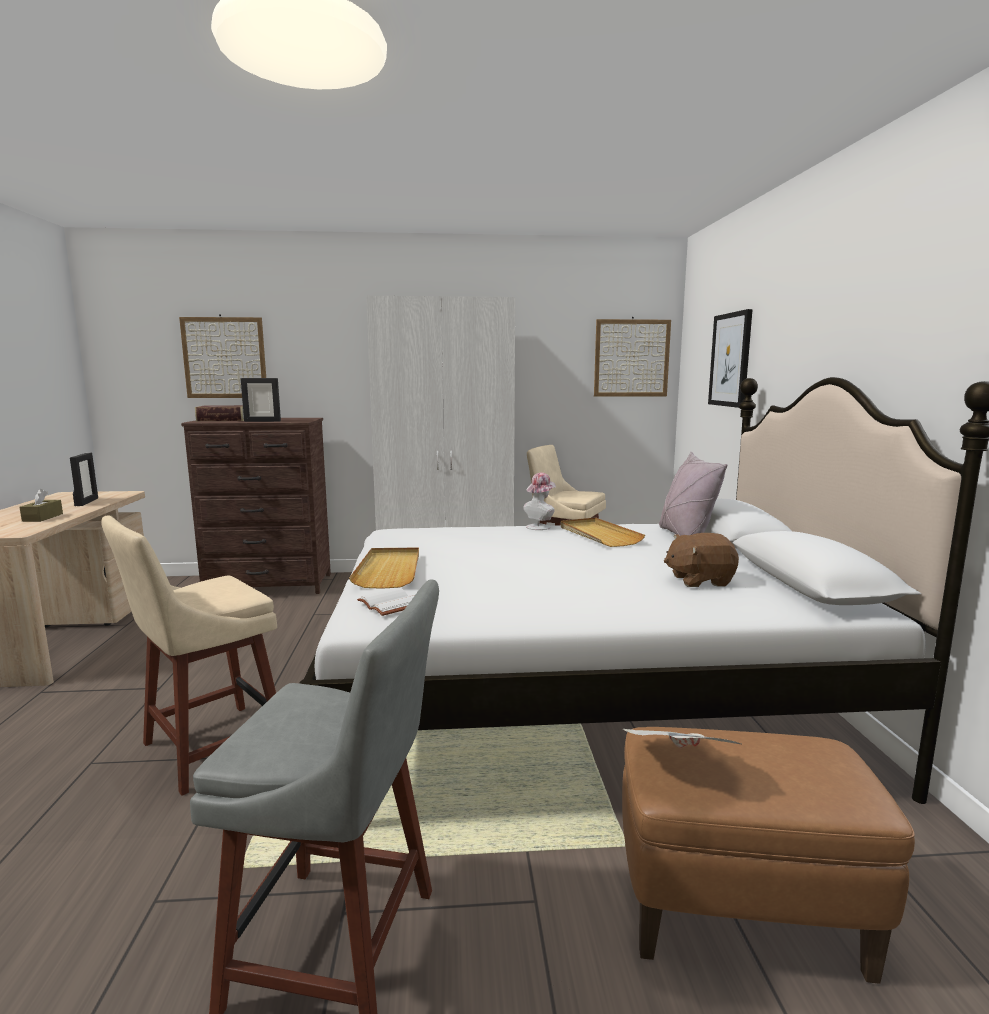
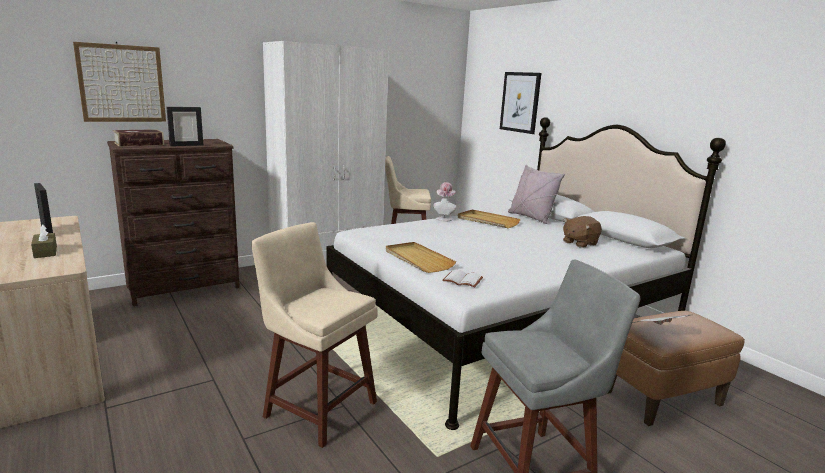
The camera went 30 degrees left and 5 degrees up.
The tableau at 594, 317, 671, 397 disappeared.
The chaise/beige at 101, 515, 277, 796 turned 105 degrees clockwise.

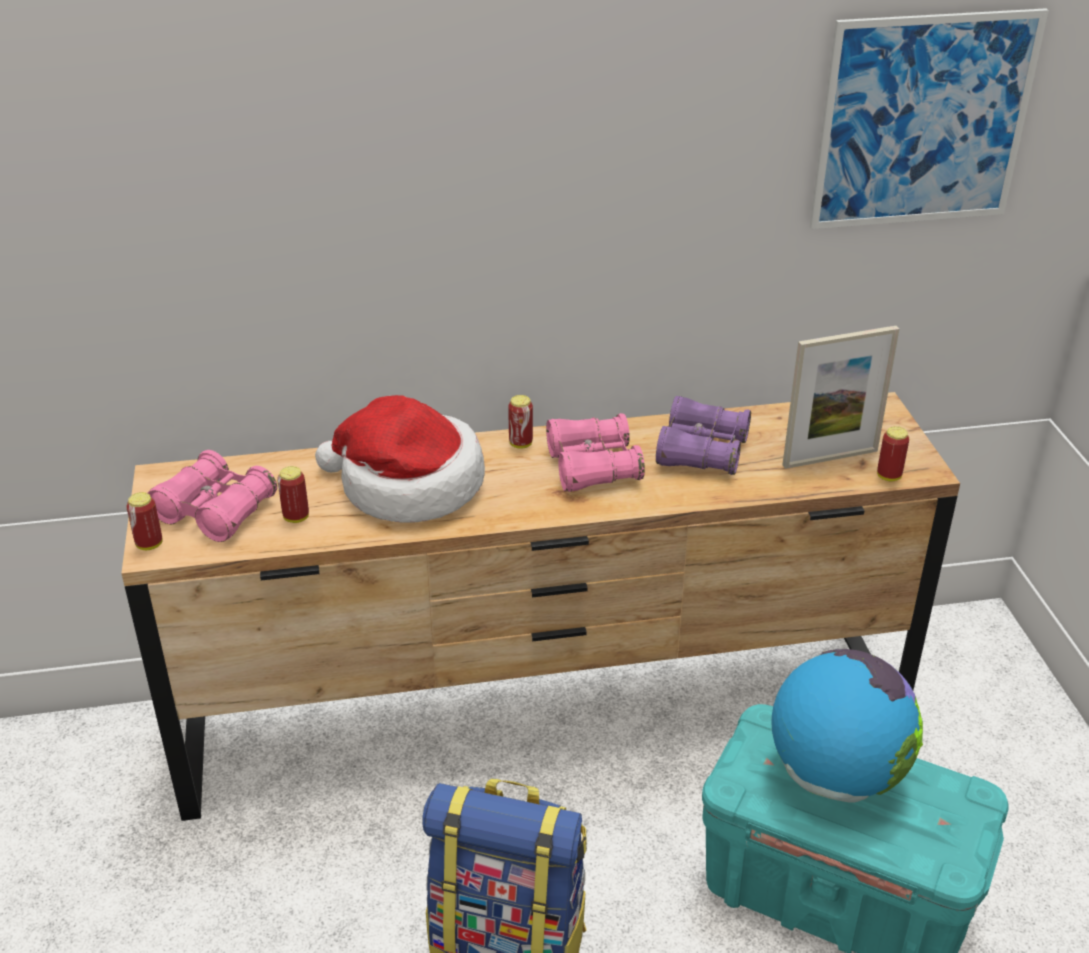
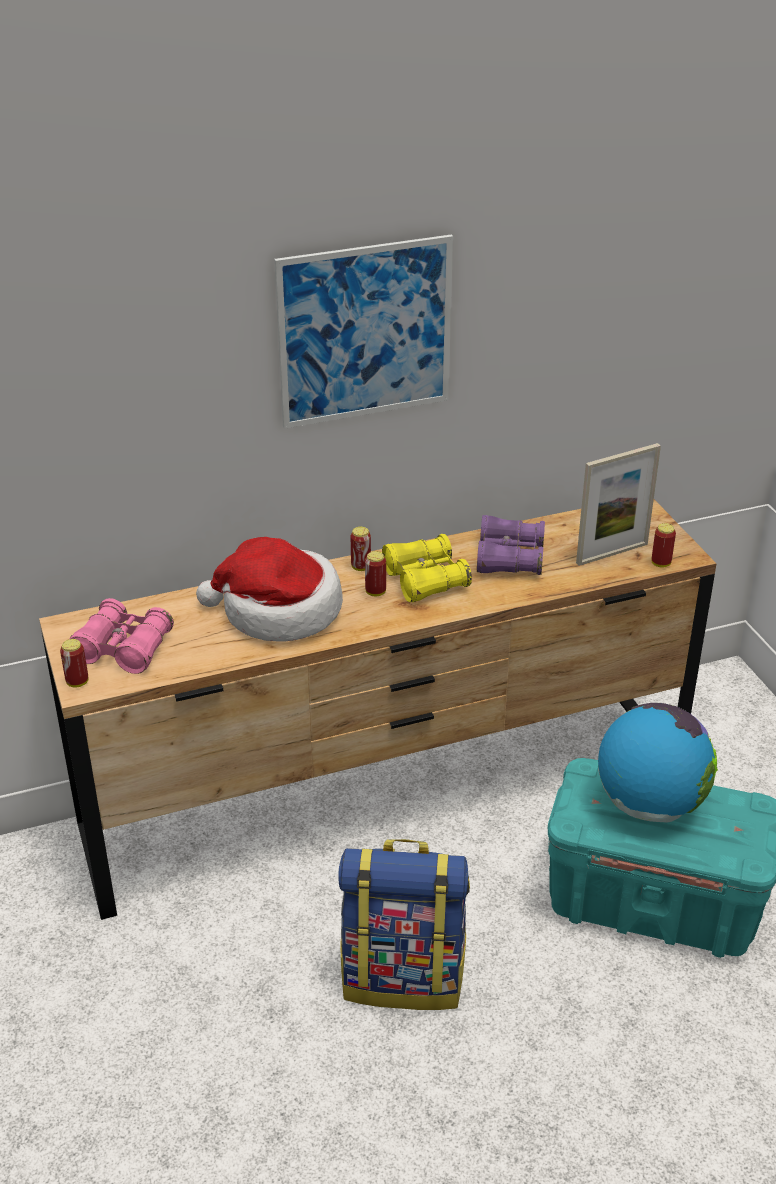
The camera went 10 degrees left and 0 degrees up.
The tableau moved from 810, 8, 1049, 229 to 274, 235, 453, 429.
The jumelles/rose at 546, 413, 645, 492 became the jumelles/jaune at 382, 534, 472, 602.
The boîte métallique moved from 277, 466, 309, 523 to 365, 551, 386, 596.

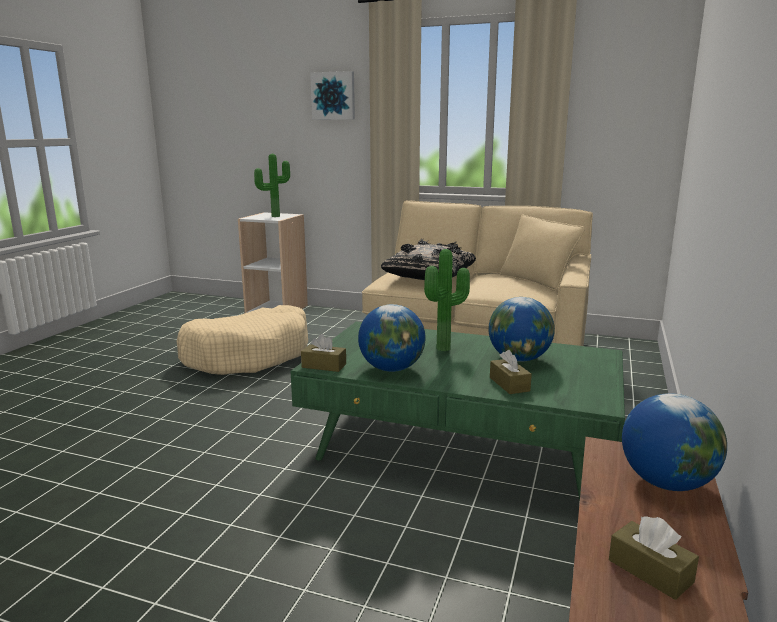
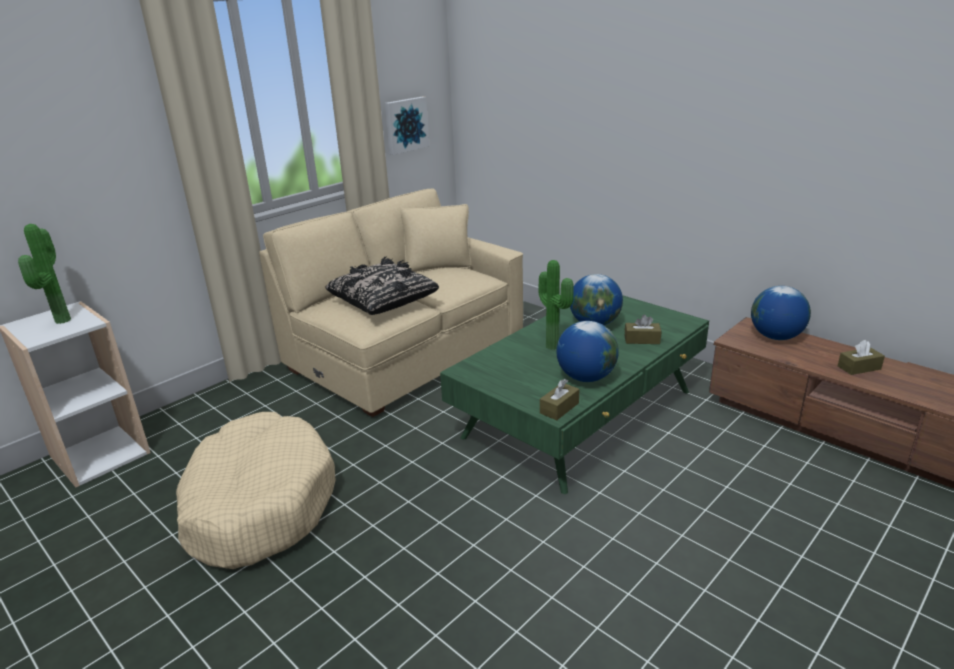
The camera went 65 degrees left and 10 degrees up.
The tableau moved from 310, 71, 355, 120 to 385, 97, 429, 155.

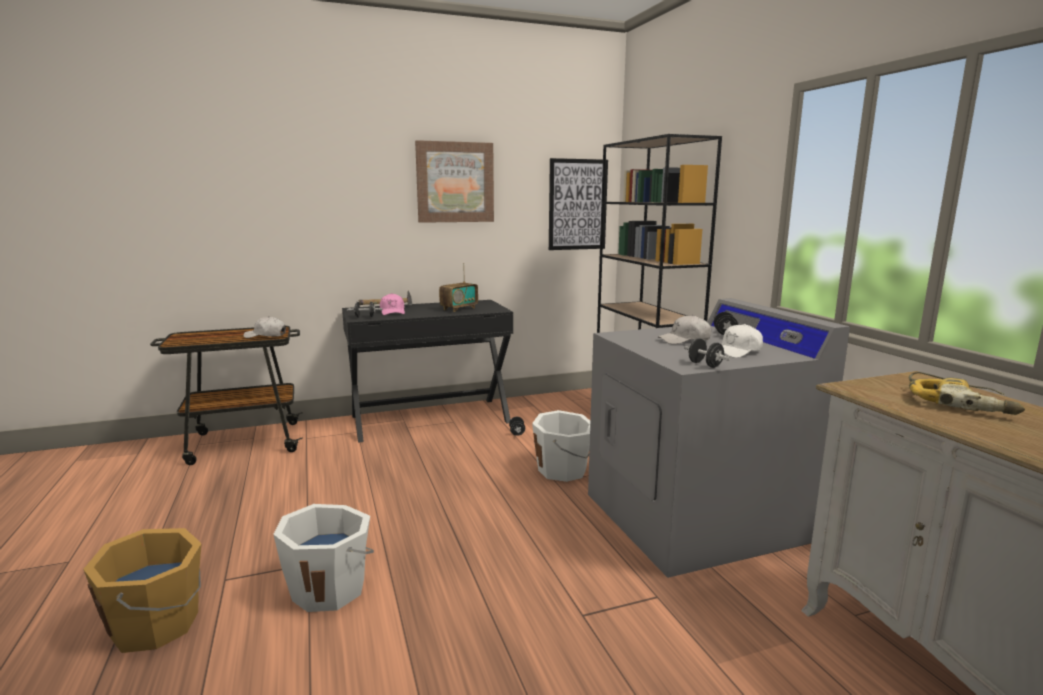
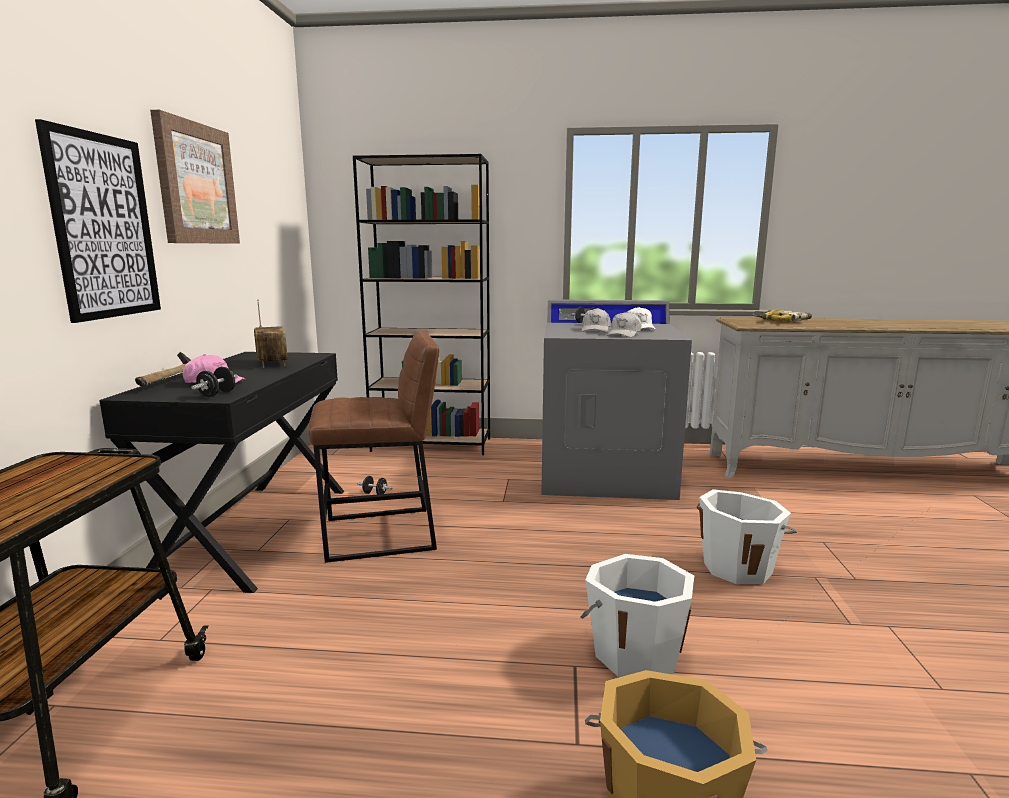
The camera went 65 degrees left and 0 degrees up.
The tableau moved from 549, 158, 608, 250 to 35, 119, 161, 323.
The casquette/blanc moved from 243, 316, 286, 338 to 607, 312, 641, 337.
The haltère/noir at 684, 339, 731, 368 disappeared.
The seau/blanc moved from 532, 410, 590, 482 to 697, 489, 797, 584.
The chaise/marron at 309, 331, 439, 563 appeared.

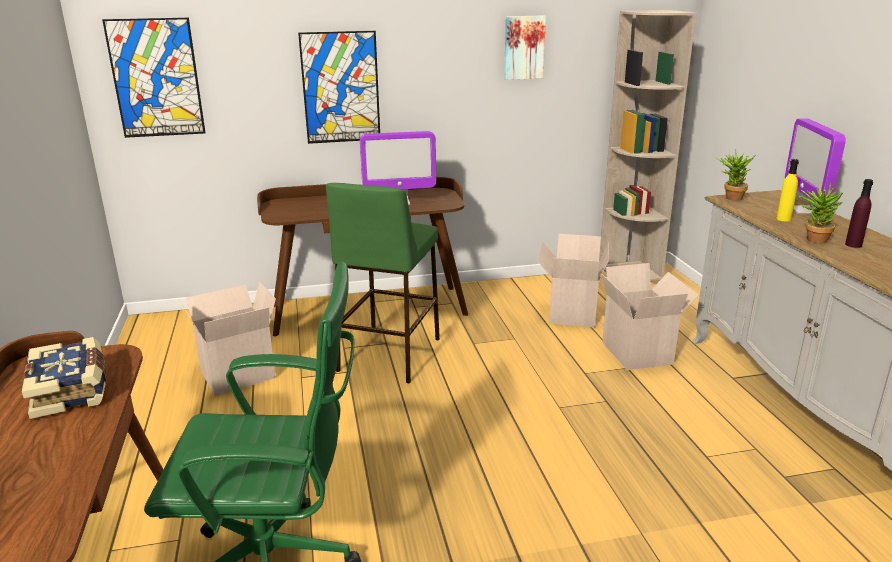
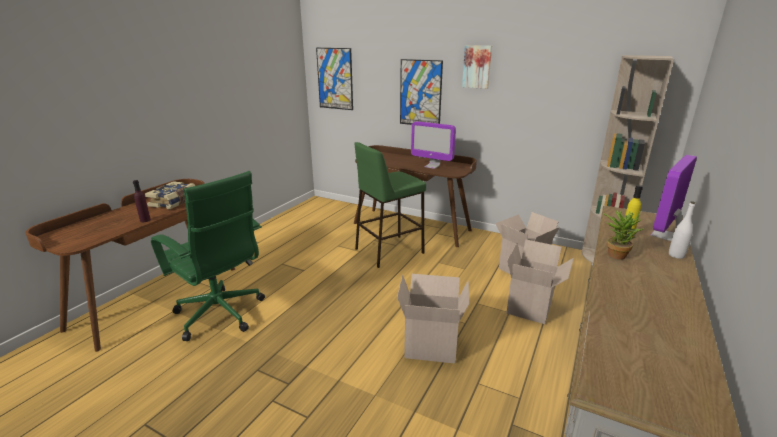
The camera went 40 degrees right and 0 degrees up.
The tableau moved from 504, 15, 546, 80 to 462, 45, 492, 89.
The plante en pot at 716, 149, 755, 201 disappeared.
The bouteille/violet moved from 845, 179, 873, 248 to 133, 180, 151, 222.
The carton moved from 178, 281, 276, 396 to 397, 274, 469, 364.
The bouteille/blanc at 669, 201, 695, 259 appeared.

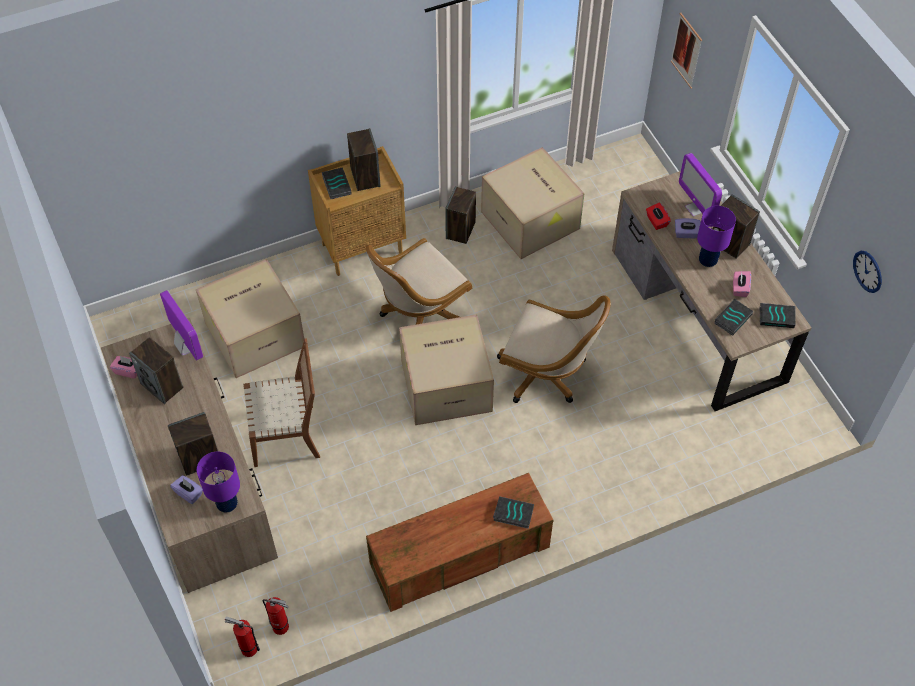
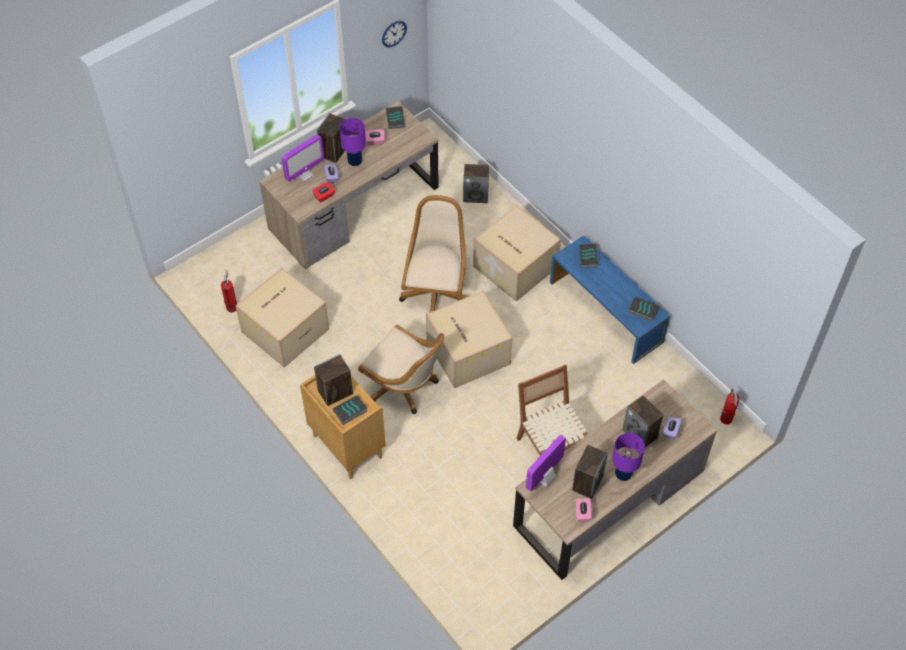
The camera went 105 degrees left and 0 degrees up.
The tableau at 671, 13, 702, 89 disappeared.
The enceinte moved from 445, 186, 476, 244 to 463, 164, 489, 203.
The carton moved from 196, 259, 304, 378 to 473, 205, 561, 301.
The livre moved from 714, 299, 753, 336 to 628, 296, 659, 322.
The lampe de table/violet moved from 197, 452, 240, 513 to 612, 433, 645, 481.
The banc/marron at 366, 473, 554, 612 became the banc/bleu at 550, 235, 670, 364.
The extincteur moved from 263, 597, 289, 635 to 221, 270, 237, 313.

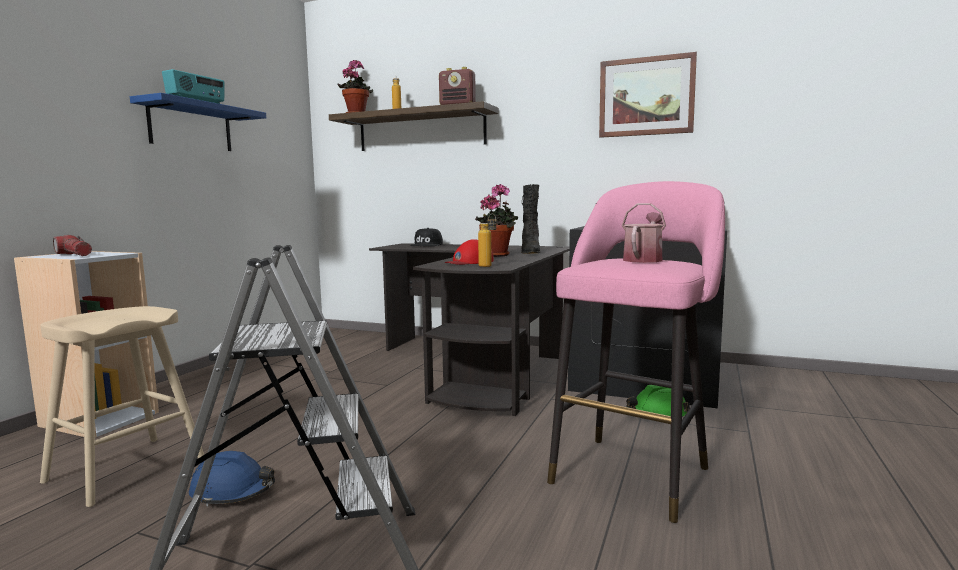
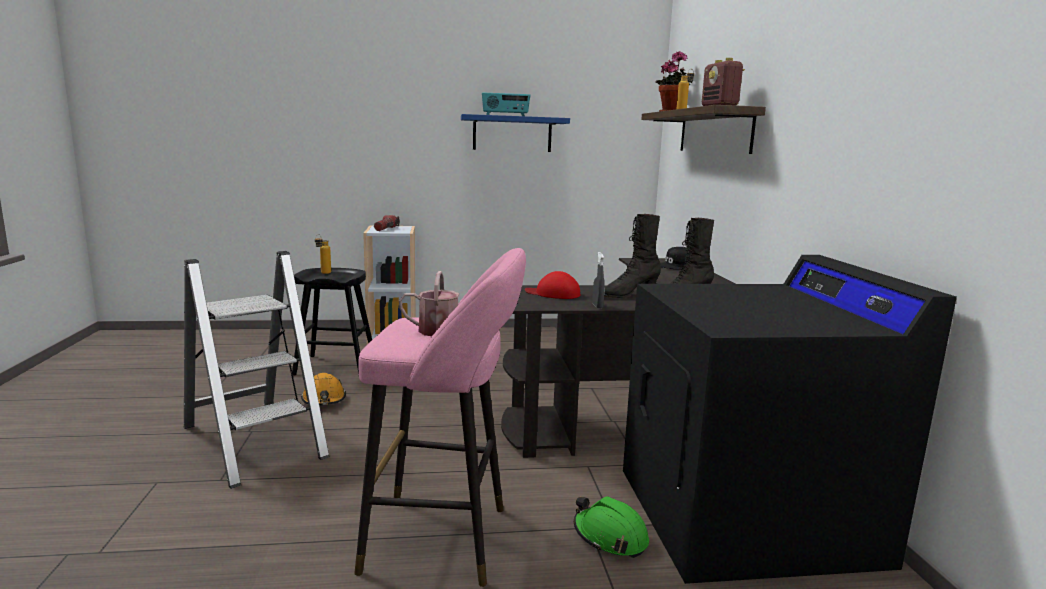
The camera went 60 degrees right and 5 degrees up.
The tableau at 599, 52, 697, 138 disappeared.
The plante en pot at 475, 184, 518, 257 was replaced by the botte/noir at 604, 214, 661, 298.
The bouteille moved from 478, 214, 497, 267 to 315, 234, 331, 274.
The tabouret/beige at 40, 306, 204, 507 became the tabouret/noir at 292, 268, 372, 376.
The casque de chantier/bleu at 189, 451, 275, 507 became the casque de chantier/orange at 301, 373, 346, 405.
The vaporisateur/gris at 592, 252, 605, 308 appeared.

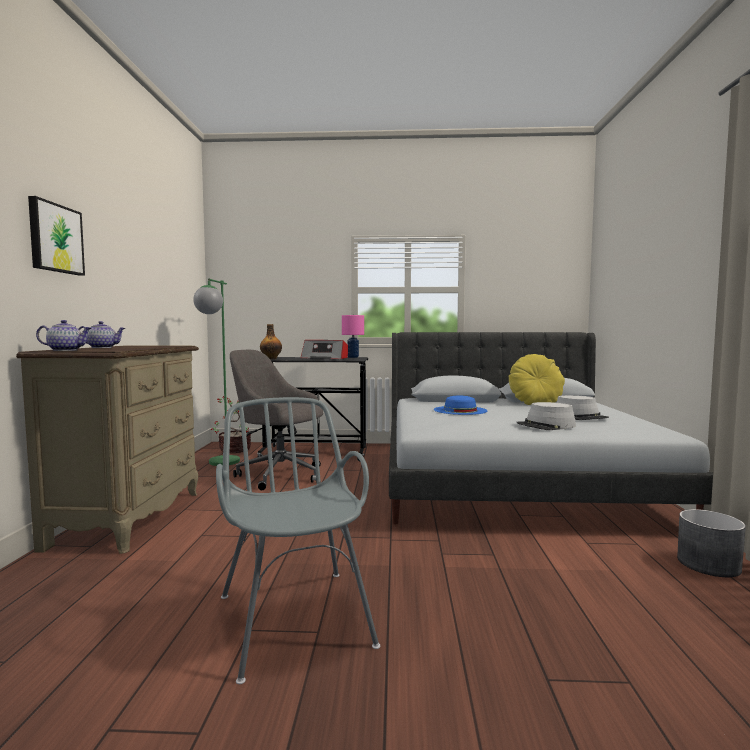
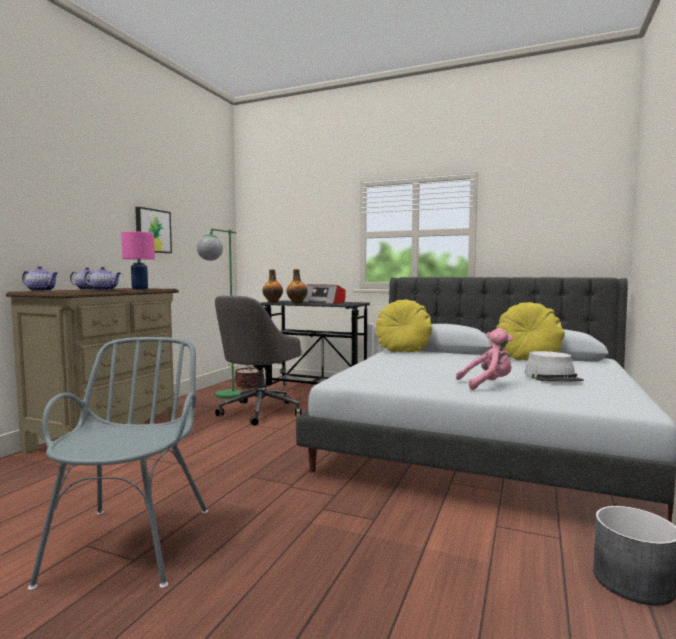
The camera went 20 degrees right and 0 degrees up.
The tableau moved from 28, 196, 85, 275 to 135, 207, 172, 253.
The lampe de table/rose moved from 342, 315, 364, 358 to 121, 231, 155, 290.
The chaise de bureau/gris at 230, 350, 323, 490 turned 105 degrees counterclockwise.
The chapeau/bleu at 434, 395, 487, 415 disappeared.
The chapeau/gris at 516, 402, 576, 430 was replaced by the peluche/rose at 456, 328, 513, 390.
The théière at 84, 267, 121, 291 appeared.
The bouteille at 286, 269, 308, 304 appeared.
The coussin/jaune at 376, 300, 432, 352 appeared.

